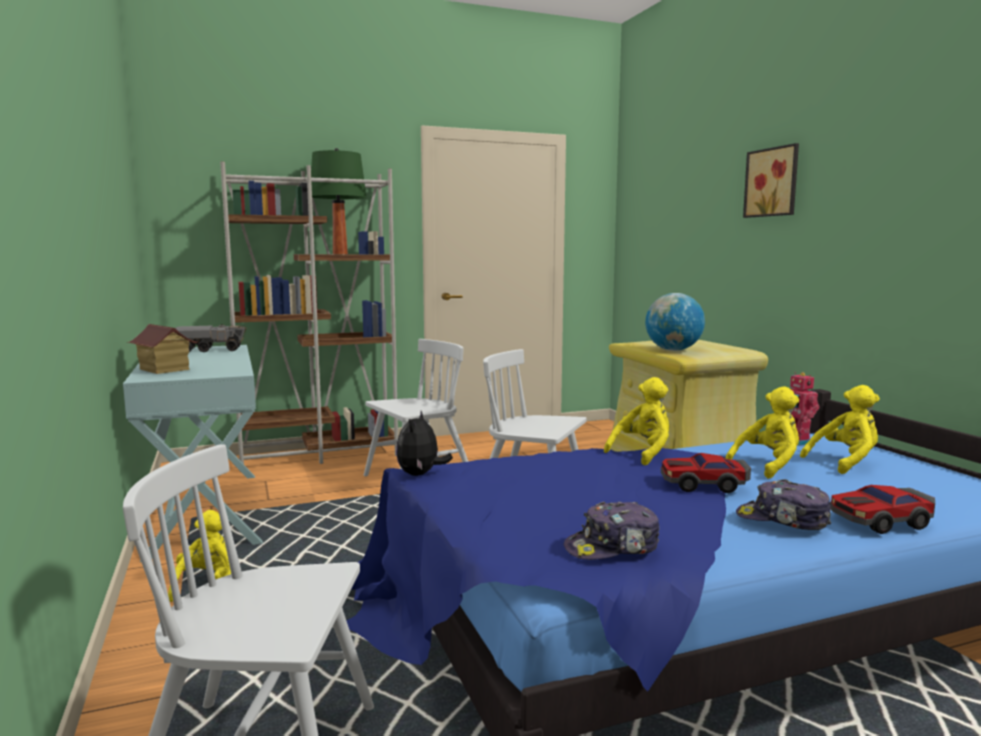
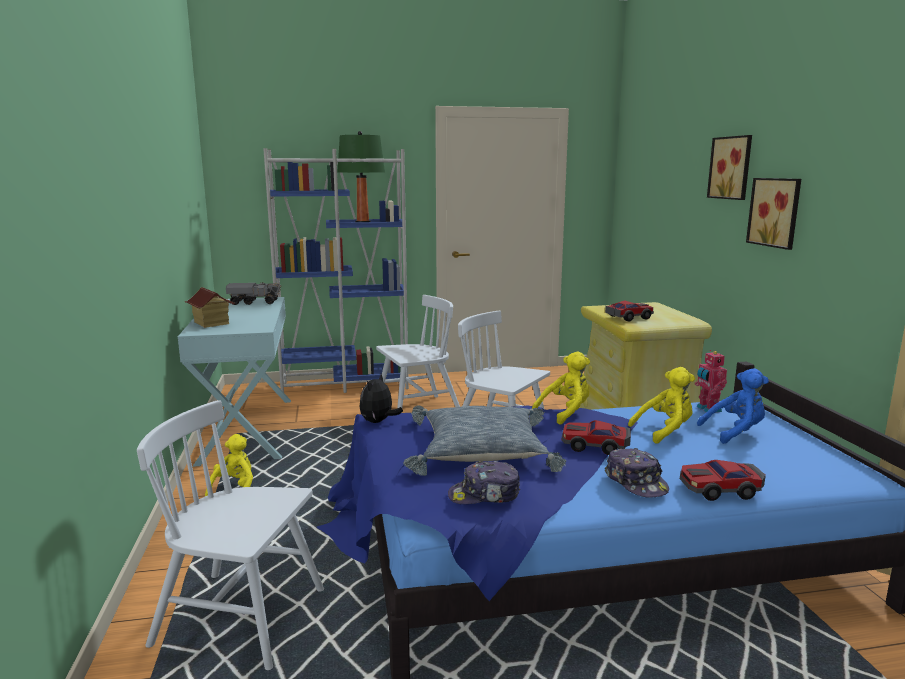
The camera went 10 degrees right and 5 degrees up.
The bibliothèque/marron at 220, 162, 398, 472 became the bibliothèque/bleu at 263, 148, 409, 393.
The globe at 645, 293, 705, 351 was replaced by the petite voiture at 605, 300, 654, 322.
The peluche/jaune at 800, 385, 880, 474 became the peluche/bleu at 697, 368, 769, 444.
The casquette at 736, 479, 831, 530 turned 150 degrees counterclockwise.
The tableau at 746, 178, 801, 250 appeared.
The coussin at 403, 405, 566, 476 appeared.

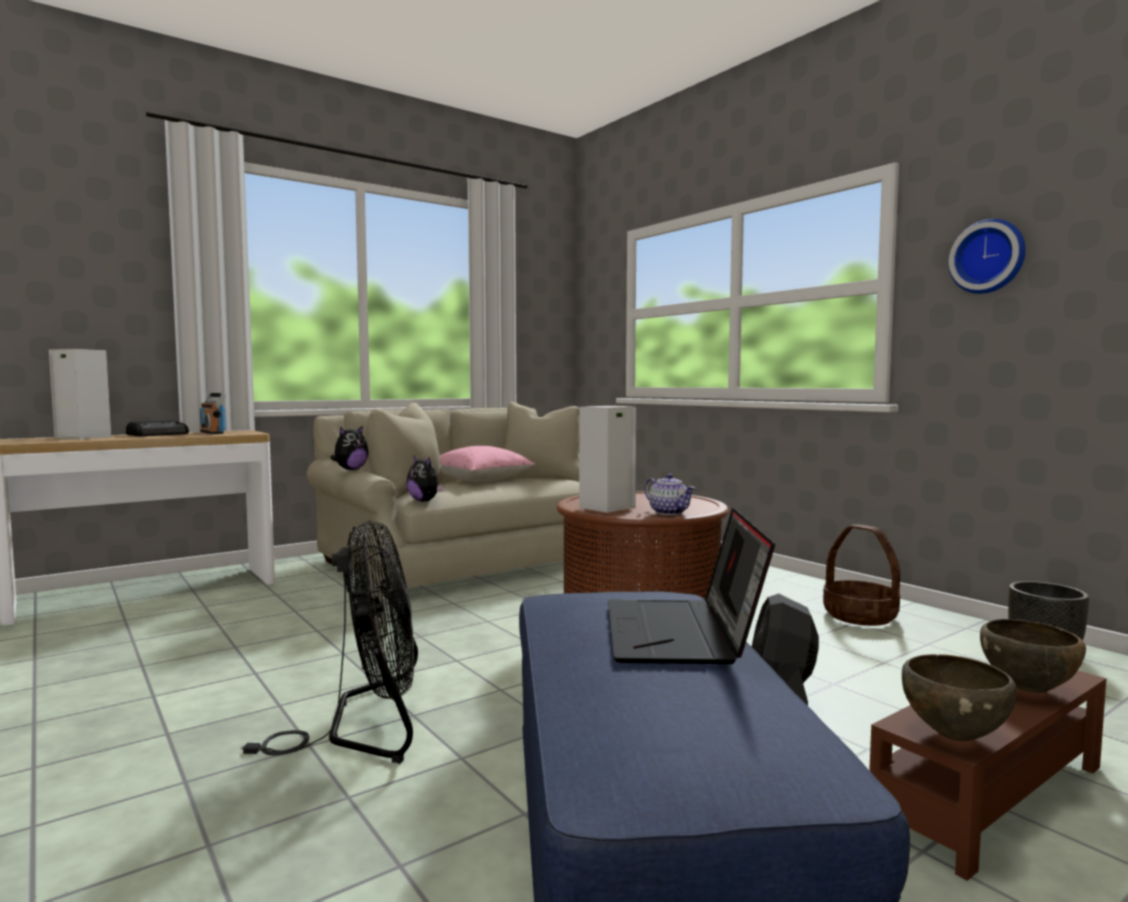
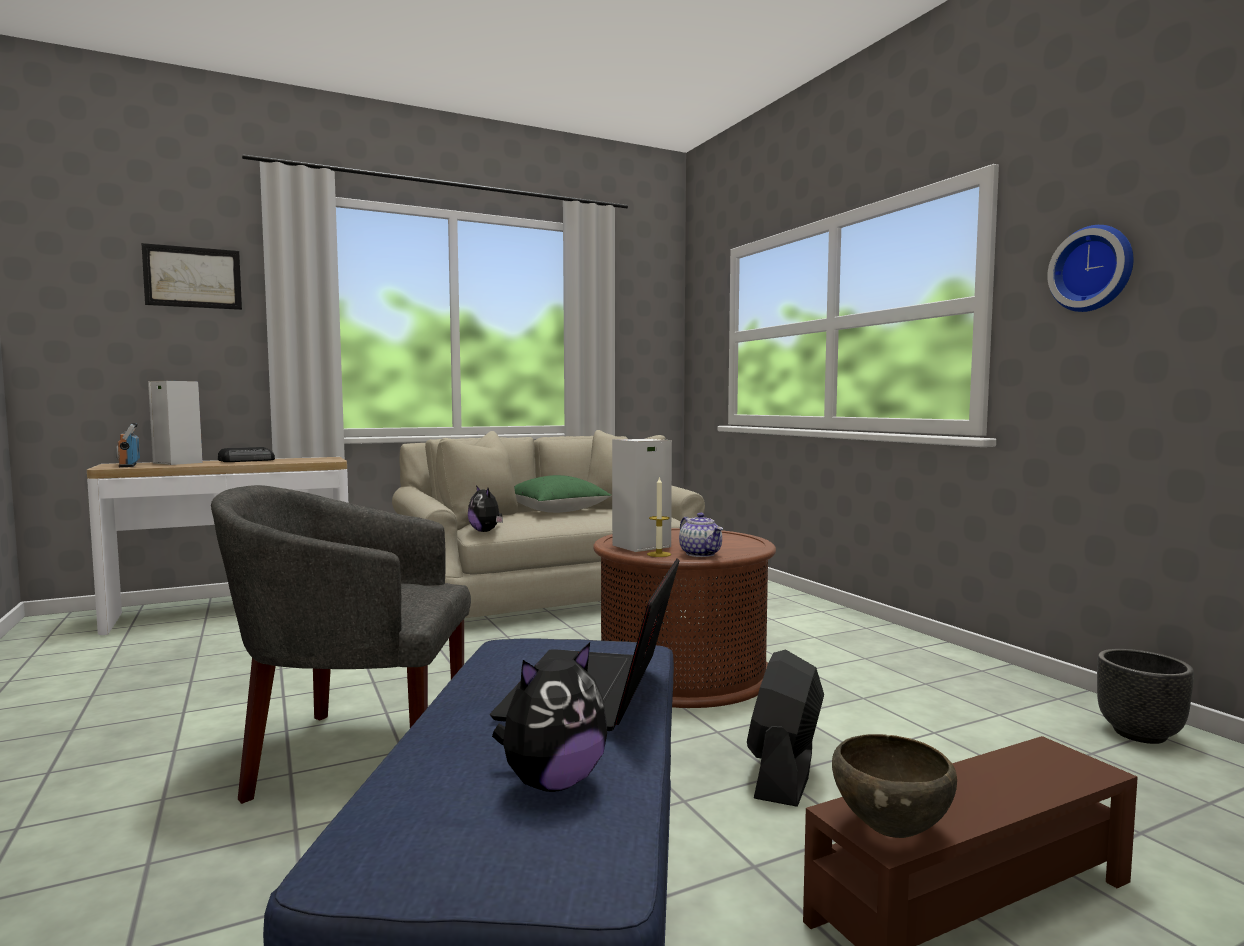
The camera went 10 degrees right and 0 degrees up.
The radio moved from 200, 393, 226, 434 to 116, 423, 140, 467.
The peluche moved from 331, 425, 369, 470 to 492, 642, 607, 792.
The coussin/rose at 440, 446, 535, 482 became the coussin/vert at 514, 475, 612, 513.
The ventilateur/noir at 240, 520, 418, 764 was replaced by the fauteuil/gris at 211, 485, 471, 804.
The panier at 823, 524, 900, 626 disappeared.
The bol/marron at 980, 619, 1086, 693 disappeared.
The tableau at 141, 243, 242, 310 appeared.
The bougie at 647, 476, 671, 557 appeared.

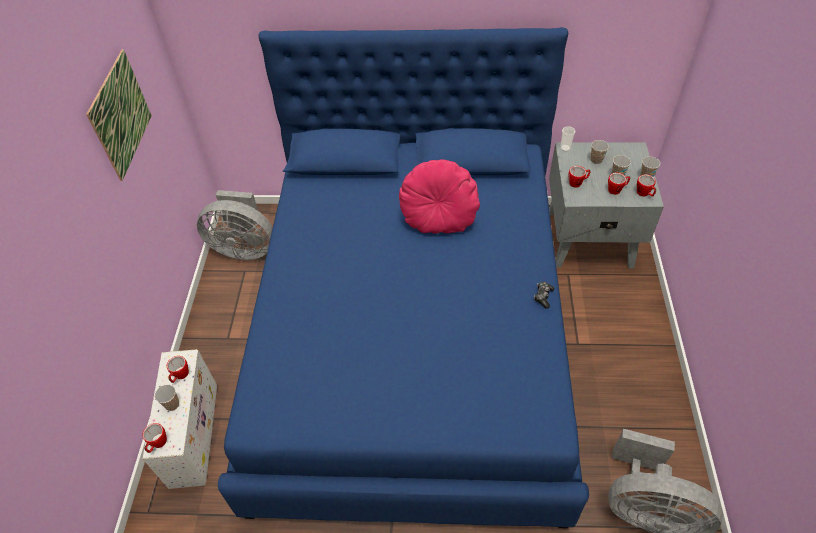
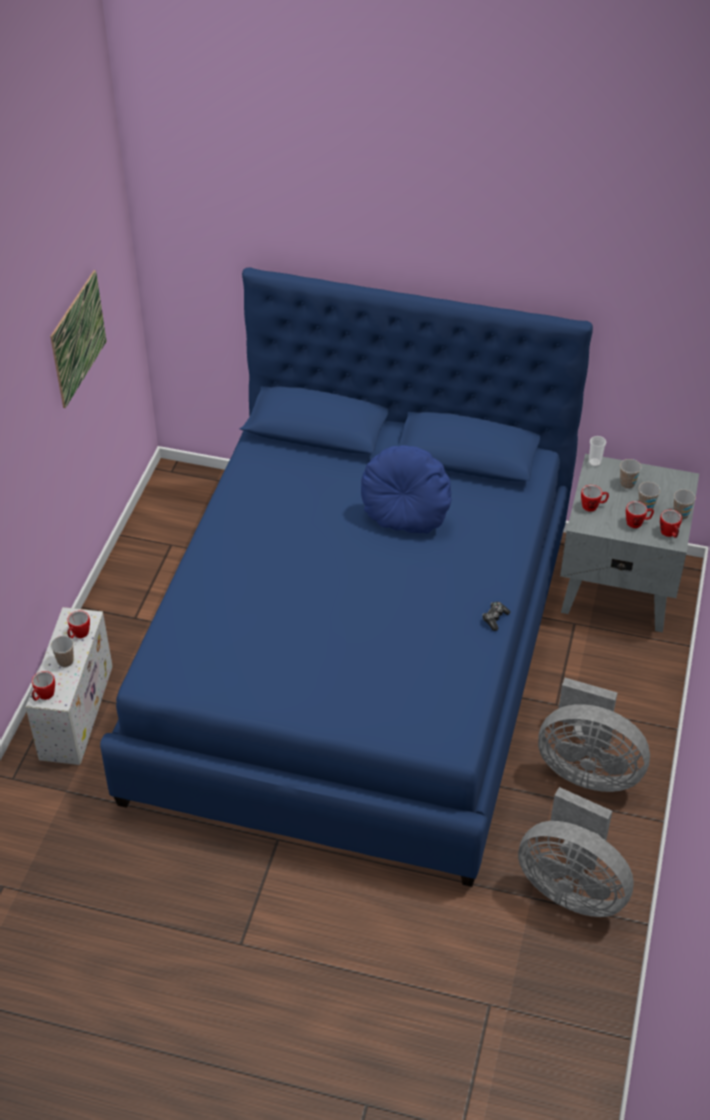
The camera went 10 degrees right and 5 degrees down.
The coussin/rose at 399, 159, 480, 234 became the coussin/bleu at 361, 445, 451, 534.
The ventilateur/gris moved from 197, 190, 273, 260 to 538, 678, 650, 792.

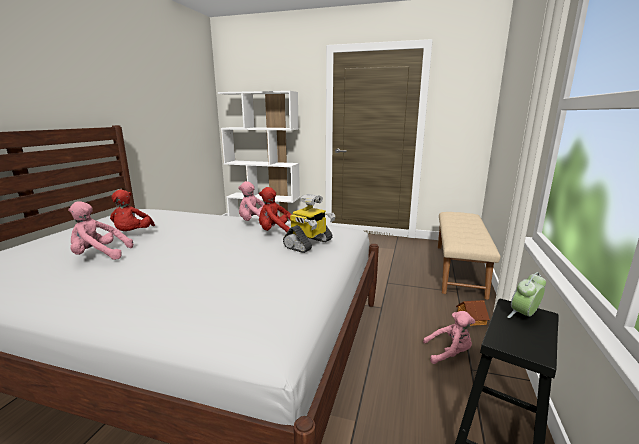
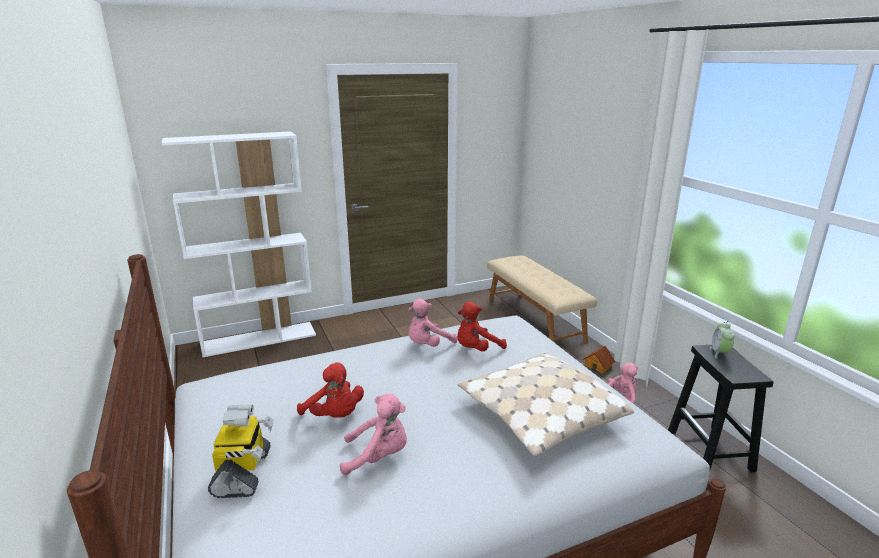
The camera went 40 degrees left and 5 degrees up.
The robot jouet moved from 283, 194, 336, 253 to 208, 404, 274, 498.
The peluche/rose at 68, 201, 133, 260 turned 135 degrees counterclockwise.
The coussin/beige at 458, 353, 634, 456 appeared.

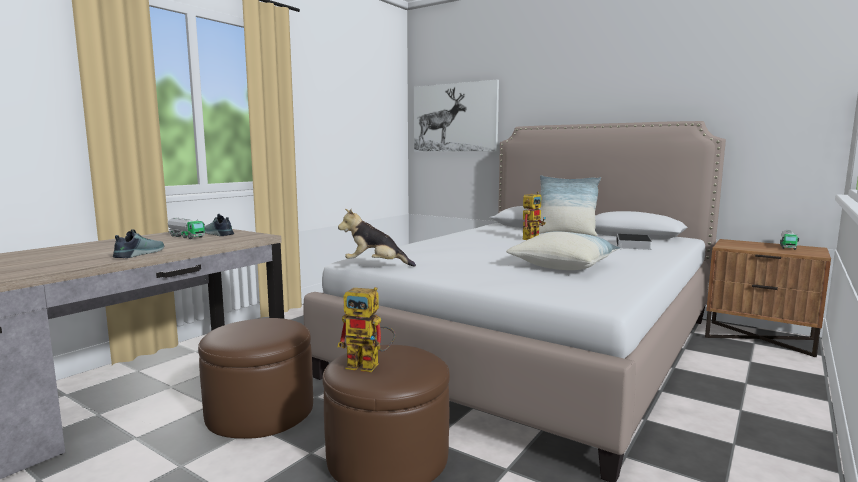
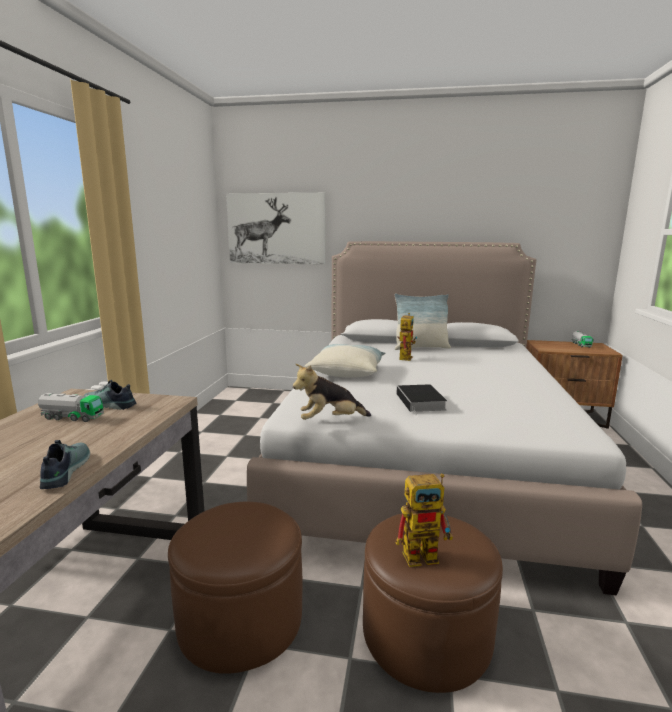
The camera went 25 degrees left and 5 degrees up.
The coussin moved from 506, 231, 620, 270 to 304, 344, 385, 377.
The livre moved from 616, 234, 652, 250 to 397, 384, 447, 415.

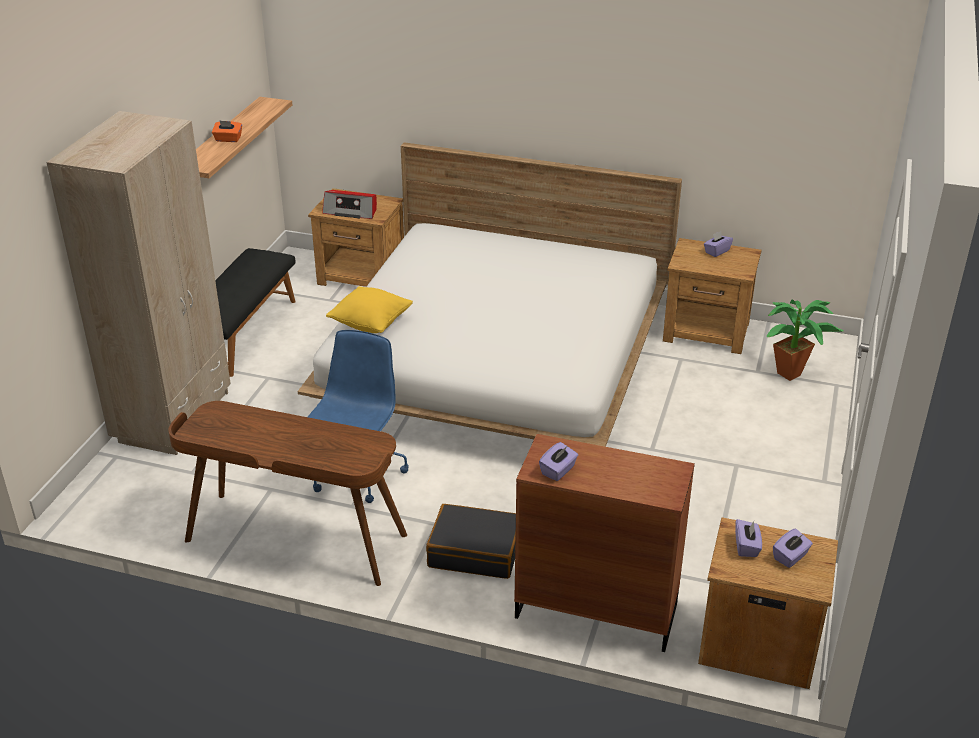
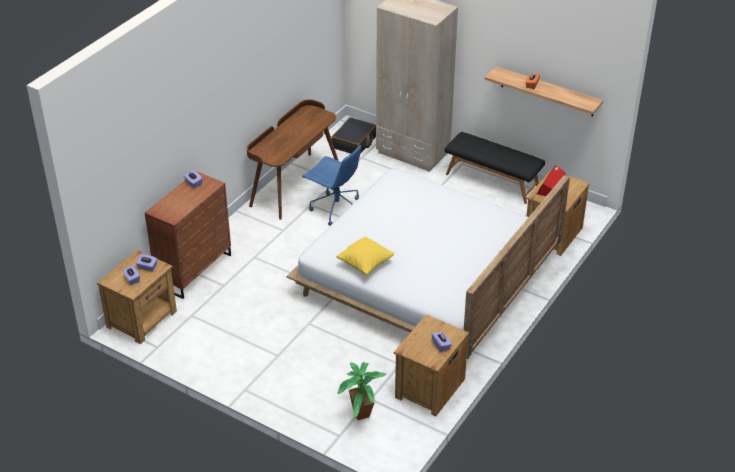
The camera went 105 degrees right and 5 degrees up.
The coussin/jaune moved from 326, 286, 413, 333 to 337, 237, 394, 275.
The valise/noir moved from 426, 504, 516, 579 to 331, 117, 376, 154.

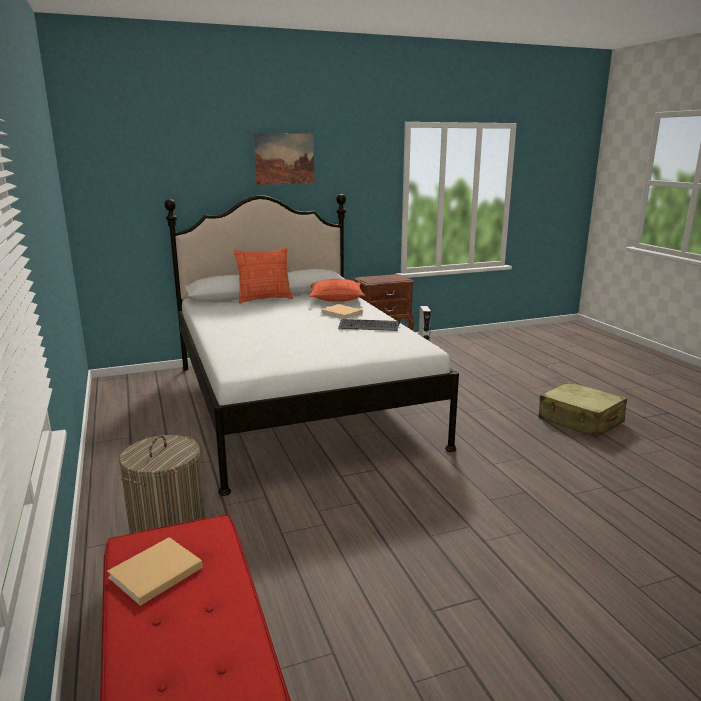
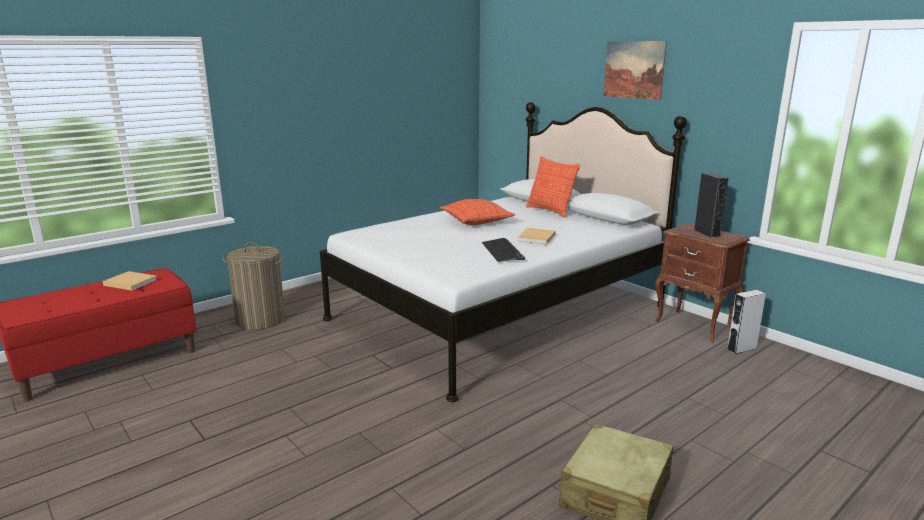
The camera went 70 degrees right and 0 degrees up.
The coussin/orange moved from 309, 279, 365, 302 to 440, 199, 515, 225.
The enceinte/noir at 694, 173, 729, 238 appeared.

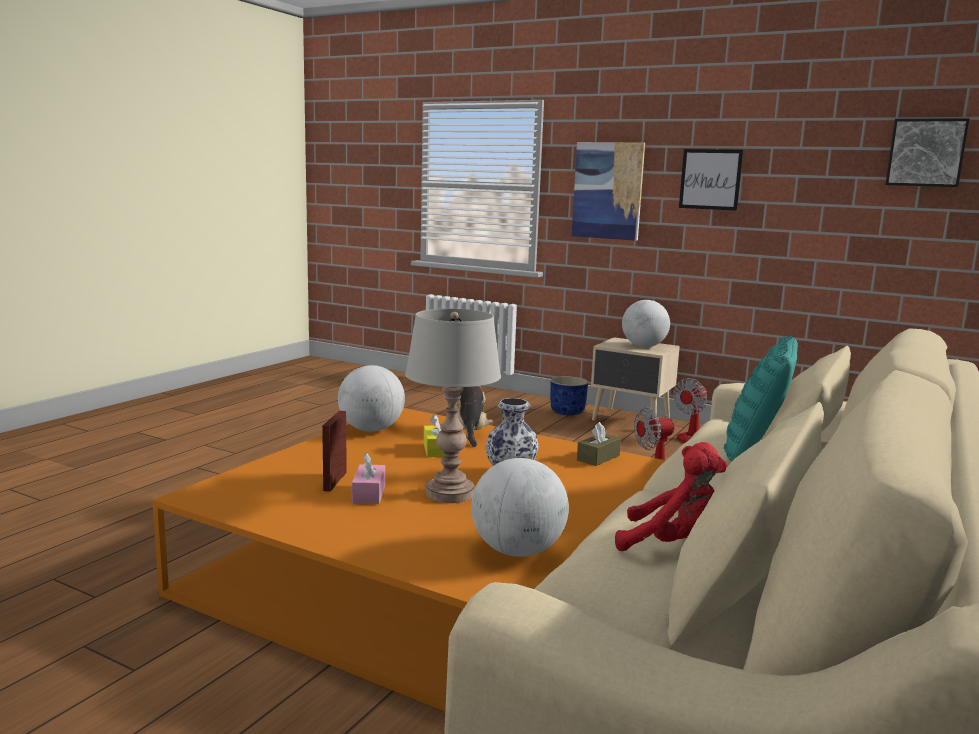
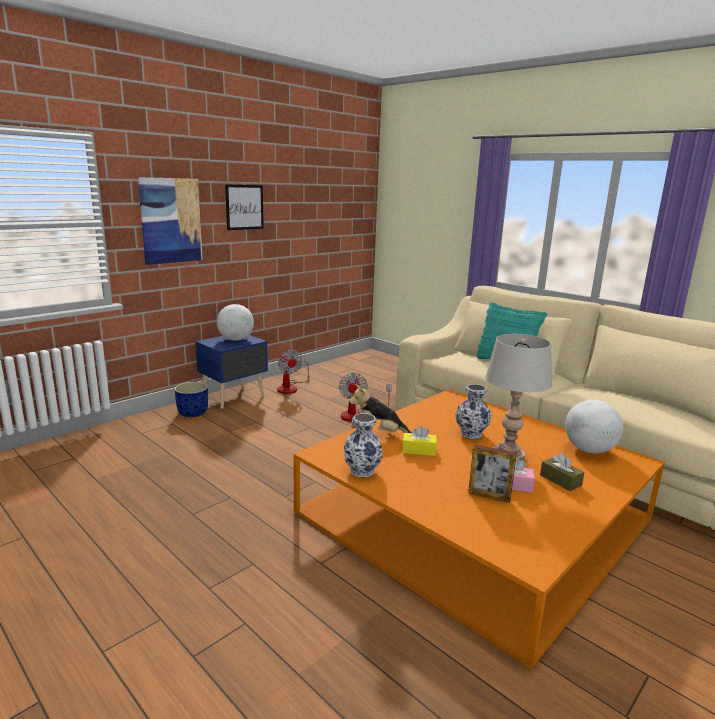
The camera went 75 degrees left and 5 degrees up.
The tableau at 886, 118, 970, 187 disappeared.
The table de chevet/beige at 591, 337, 680, 421 became the table de chevet/bleu at 195, 335, 268, 409.
The globe at 338, 365, 405, 432 was replaced by the vase at 344, 413, 383, 477.
The boîte à mouchoirs/marron moved from 577, 422, 621, 466 to 540, 453, 584, 491.
The peluche/rouge at 615, 442, 727, 551 disappeared.

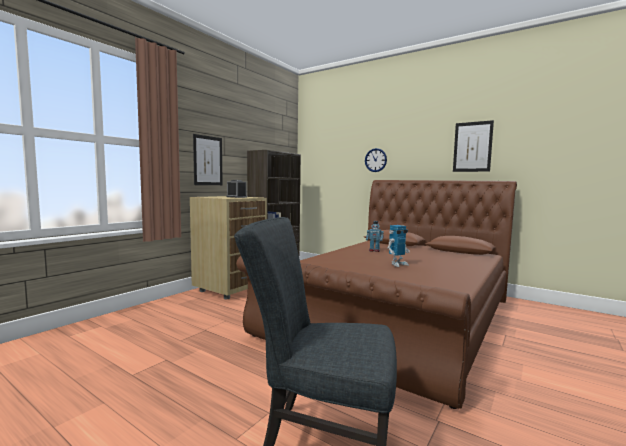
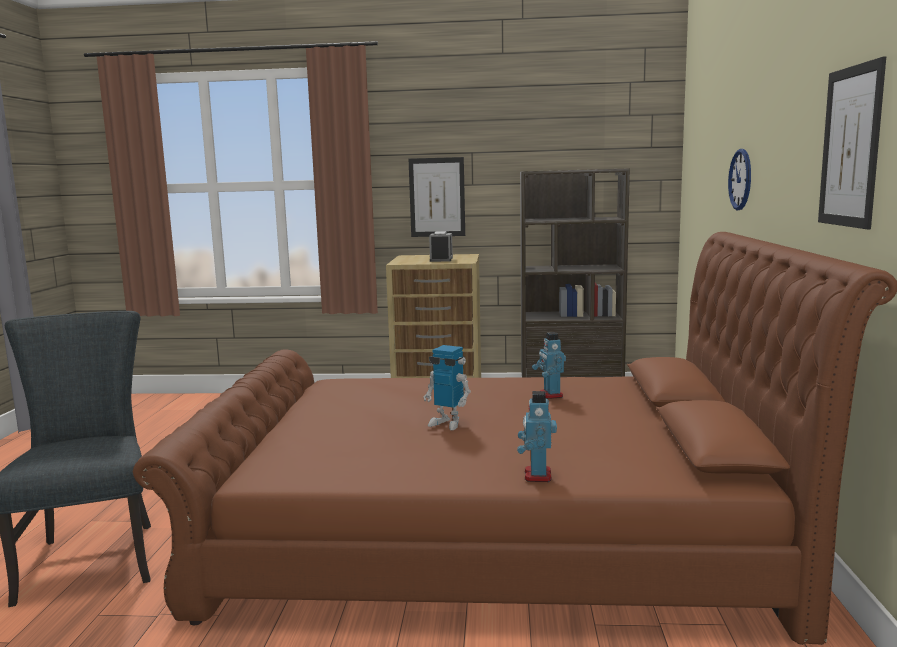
The camera went 60 degrees right and 5 degrees up.
The robot jouet at 517, 391, 557, 482 appeared.

